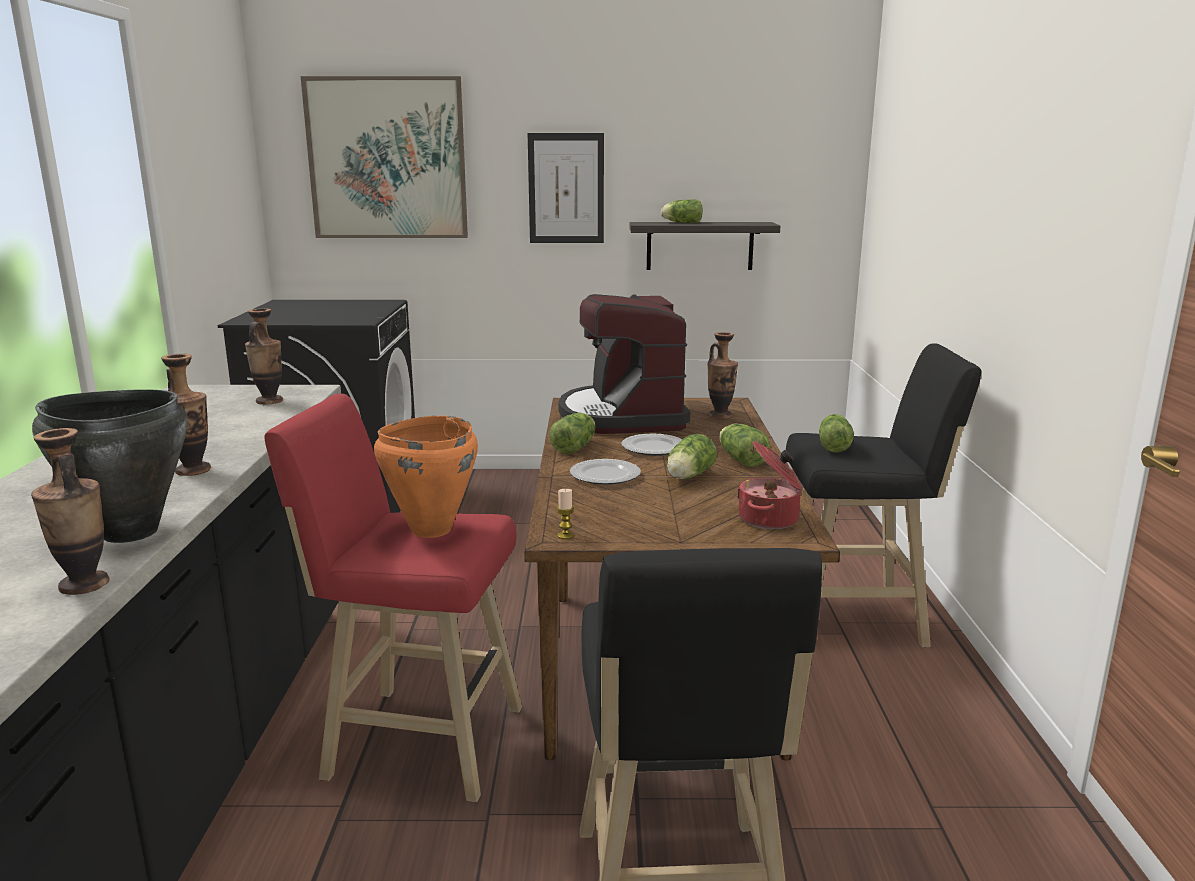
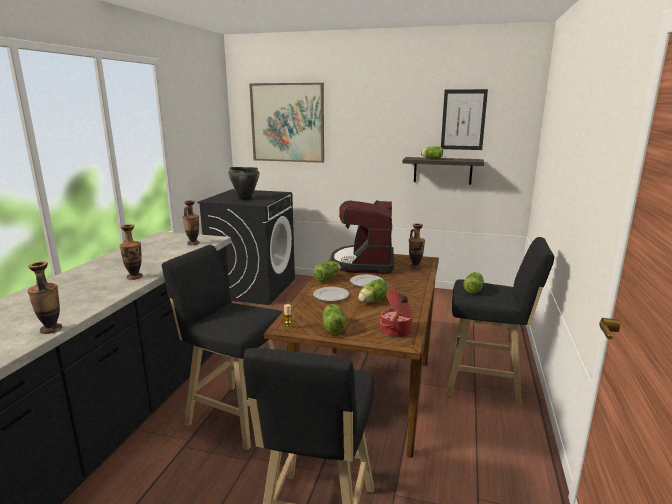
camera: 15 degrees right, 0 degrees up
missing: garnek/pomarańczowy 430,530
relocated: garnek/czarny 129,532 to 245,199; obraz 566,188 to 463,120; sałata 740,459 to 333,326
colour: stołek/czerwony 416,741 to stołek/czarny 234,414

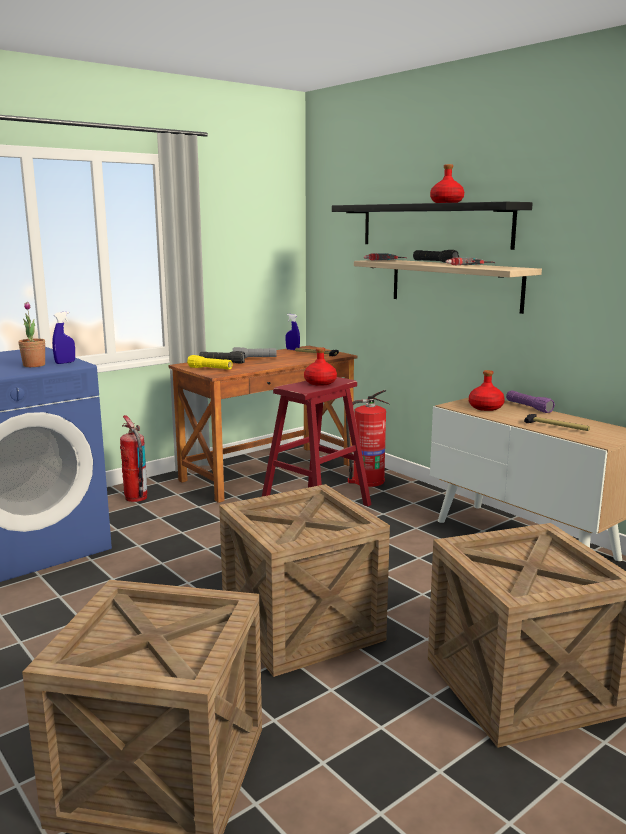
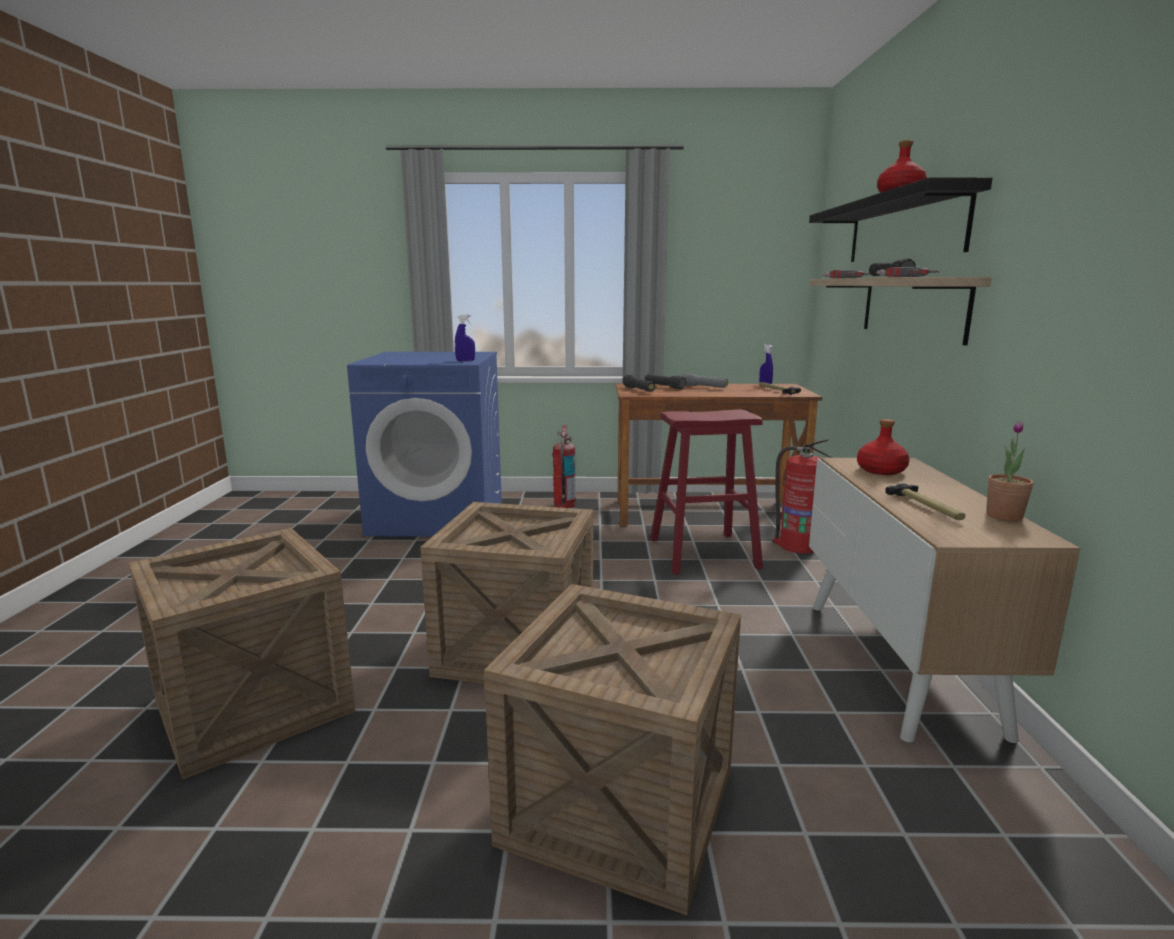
camera: 40 degrees right, 0 degrees up
missing: butelka/czerwony 320,383; latarka/fioletowy 528,407
relocated: roślina doniczkowa 34,365 to 1004,516
colour: latarka/żółty 210,369 to latarka/czarny 638,390

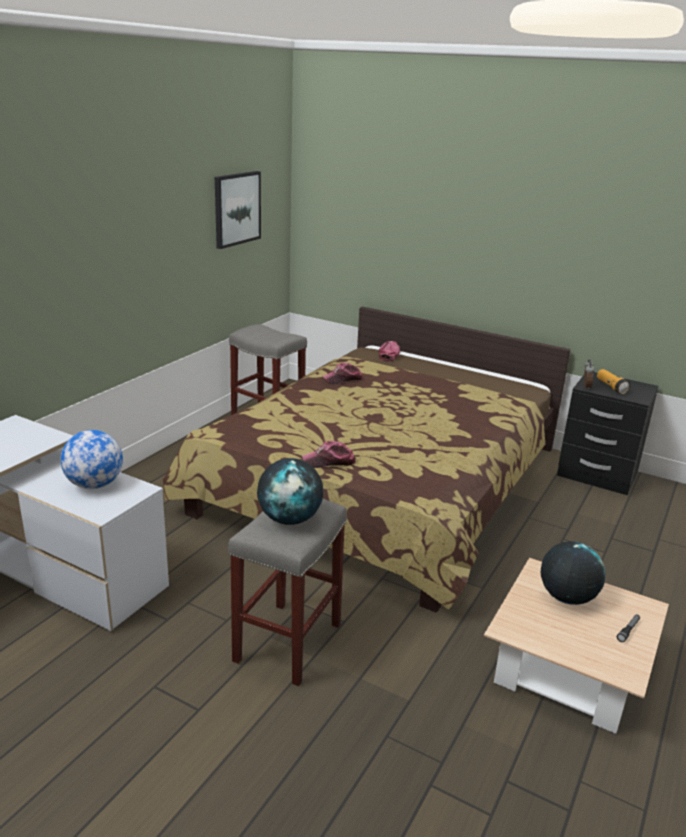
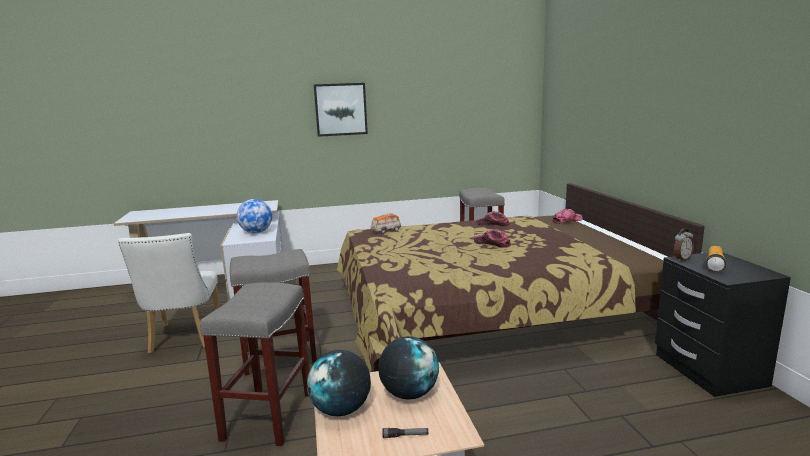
camera: 50 degrees right, 10 degrees down
appeared: krzesło/biały 184,339; stołek/szary 268,415; samochodzik 386,231
relocated: obraz 236,209 to 340,109; globus 290,519 to 341,410; czapka z daszkiem 329,461 to 492,243

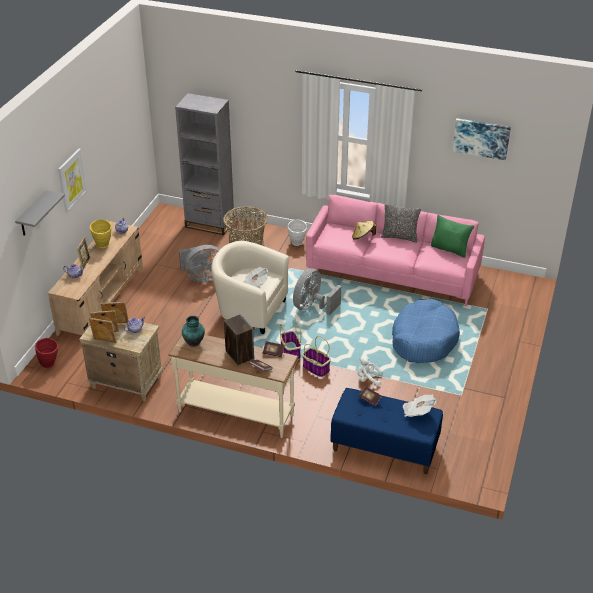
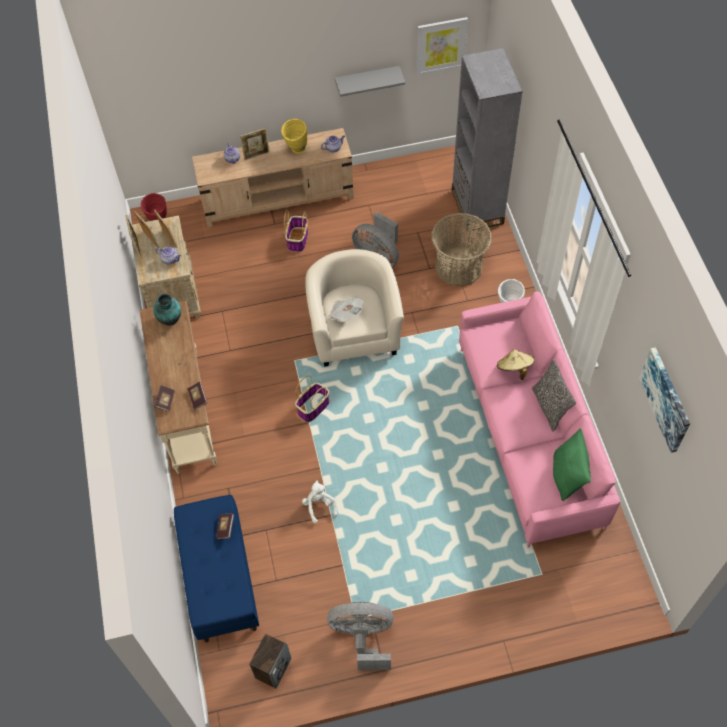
camera: 60 degrees right, 20 degrees up
missing: legowisko/niebieski 423,339; gazeta 417,411
relocated: półka/szary 32,214 to 367,81; obraz 72,180 to 441,45; głośnik 239,355 to 273,668; wentylator/szary 312,307 to 363,637; koszyk 315,368 to 297,239

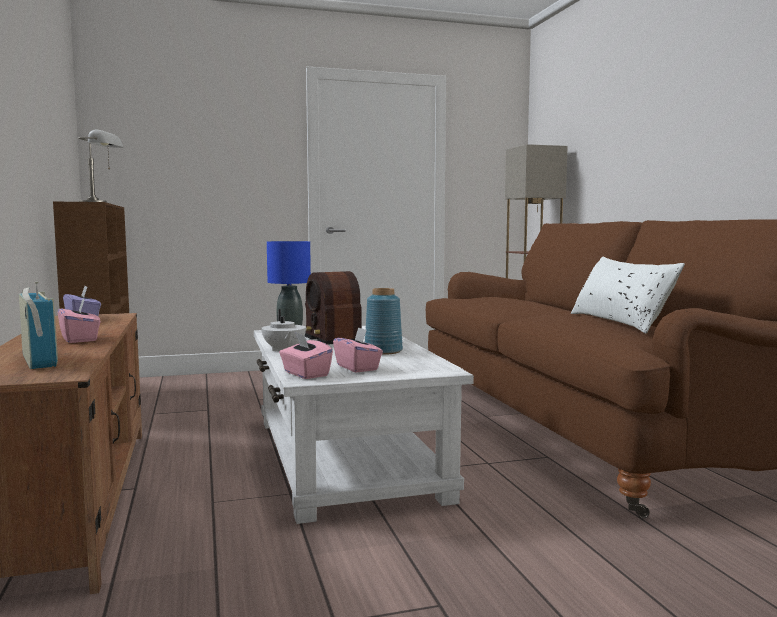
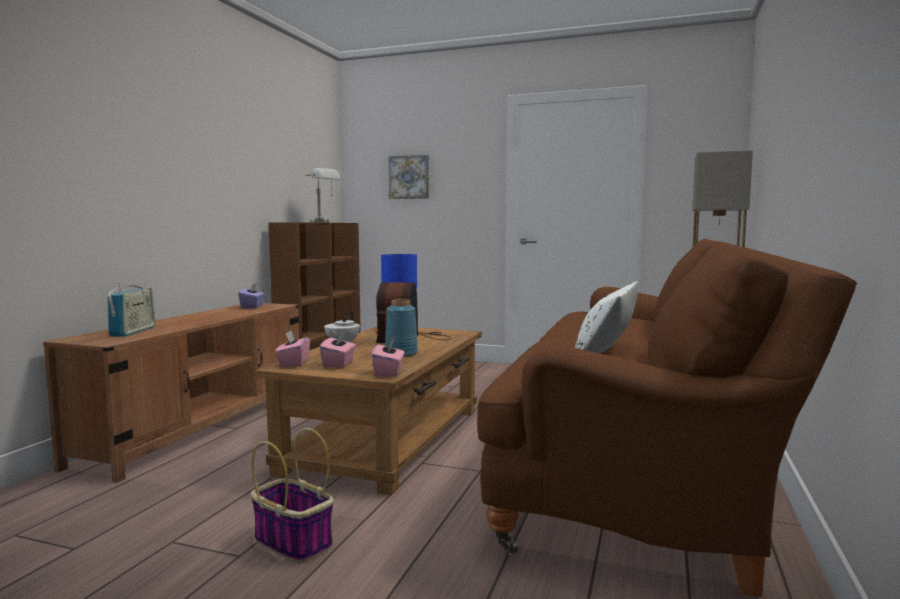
camera: 35 degrees right, 0 degrees up
appeared: koszyk 292,542; obraz 409,177
relocated: pudełko chusteczek/różowy 80,339 to 389,372
colour: ława/biały 345,457 to ława/brązowy 386,439

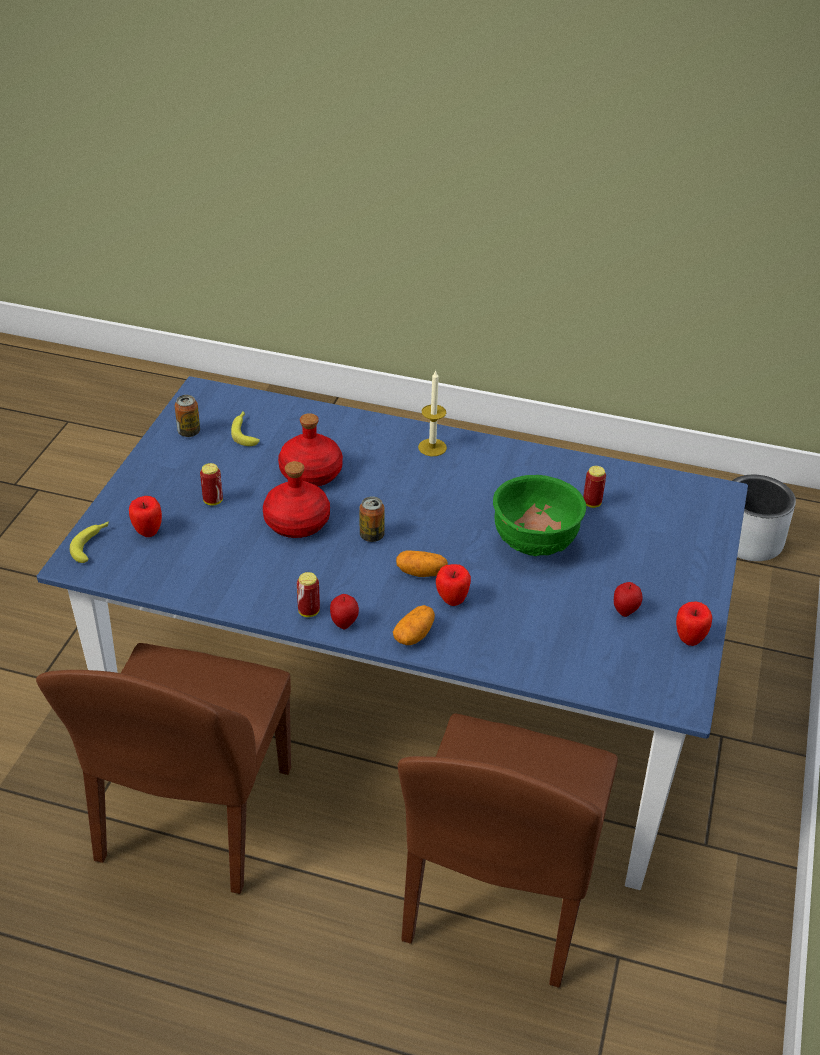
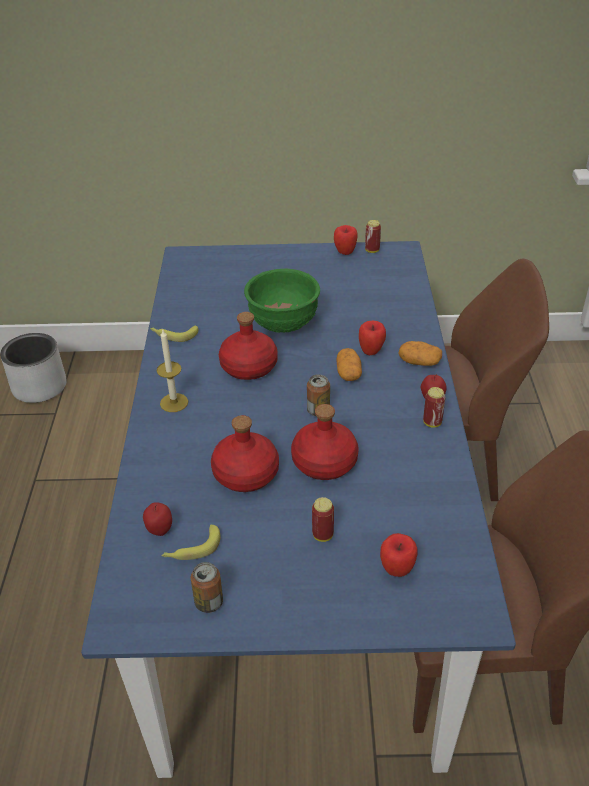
camera: 105 degrees left, 0 degrees up
appeared: butelka/czerwony 248,366
relocated: banan 92,544 to 173,335; puszka 592,503 to 372,250; jabłko 625,611 to 160,530

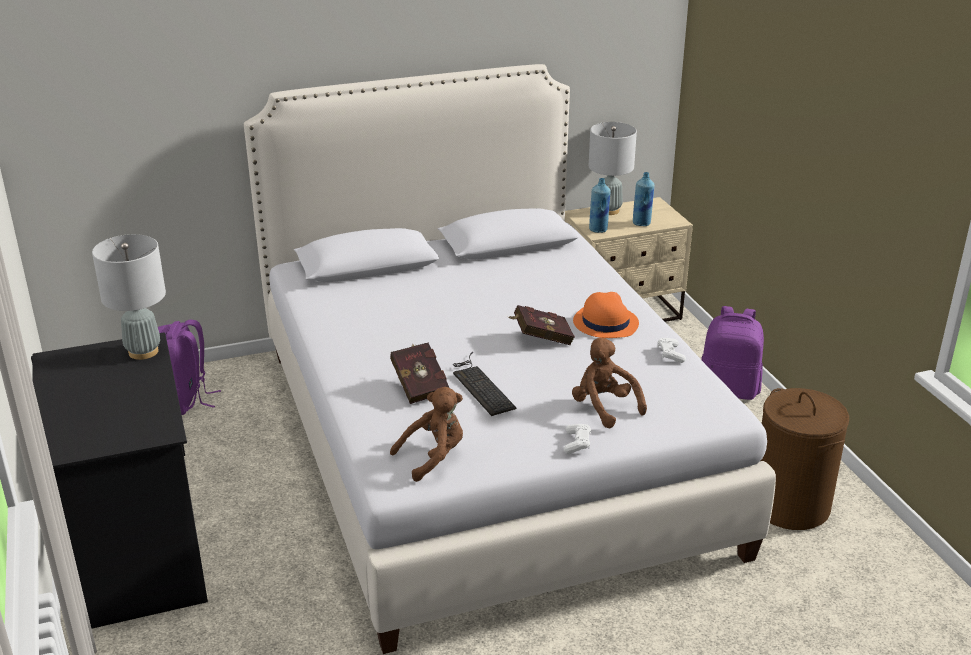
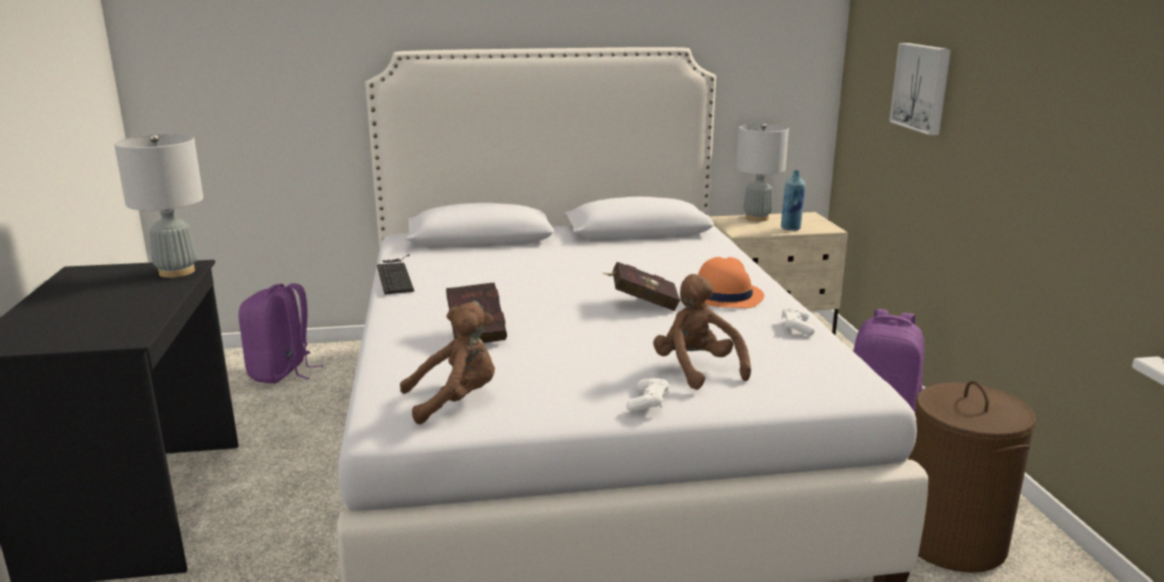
camera: 10 degrees right, 10 degrees down
missing: butelka/niebieski 598,230
appeared: obraz 923,87
relocated: klawiatura 480,385 to 395,275

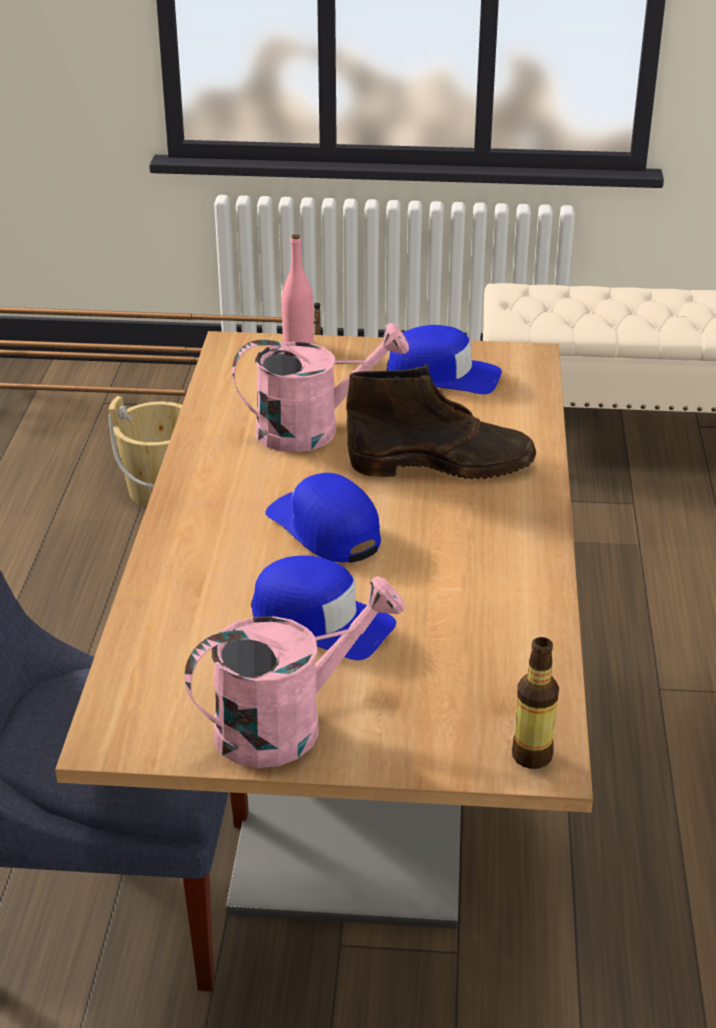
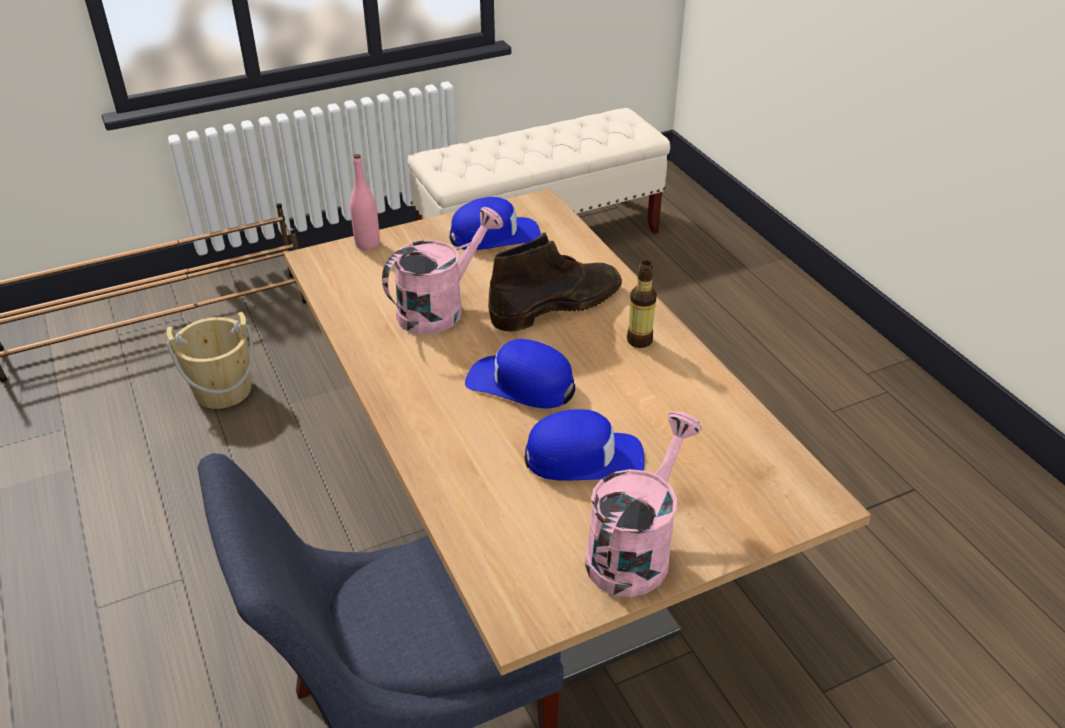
camera: 30 degrees left, 5 degrees up
relocated: butelka 532,755 to 639,340

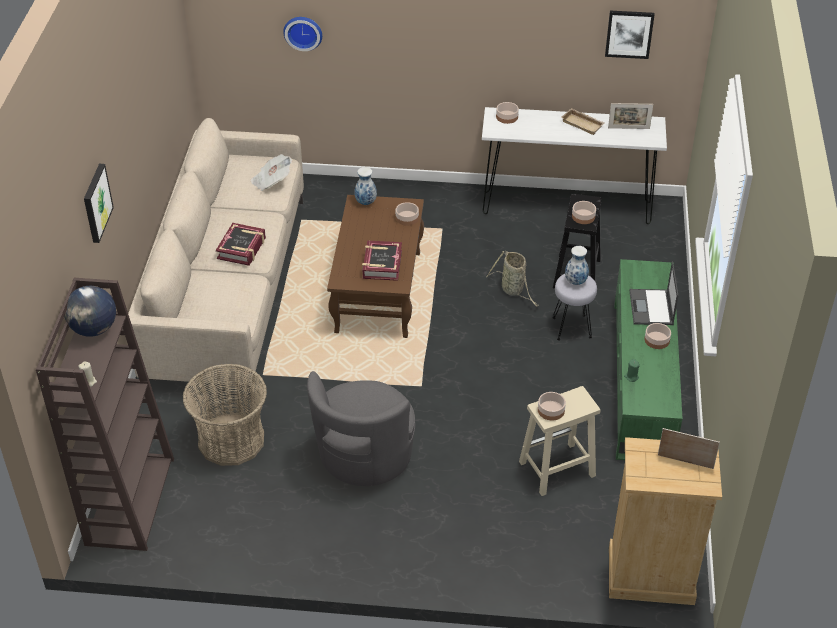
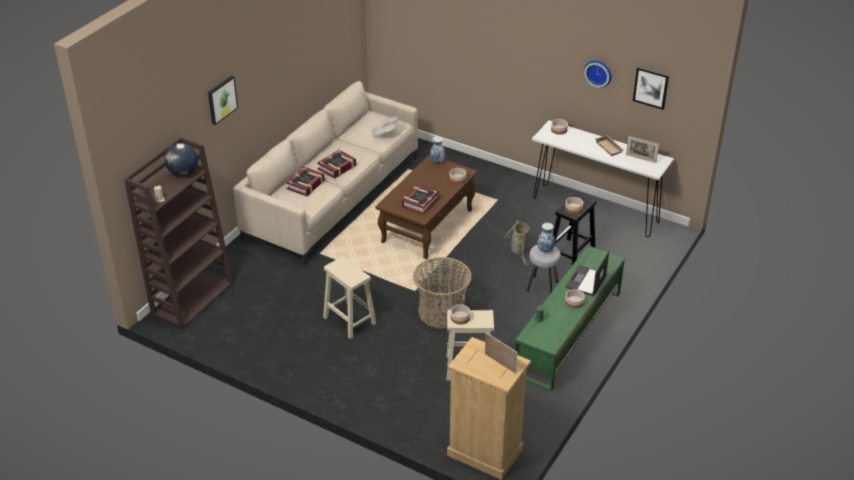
camera: 25 degrees right, 5 degrees down
appeared: książka 306,185
relocated: koszyk 231,440 to 441,312; zegar ścienny 303,32 to 598,72
exchanged: fotel/szary 364,456 to stołek/beżowy 349,320

